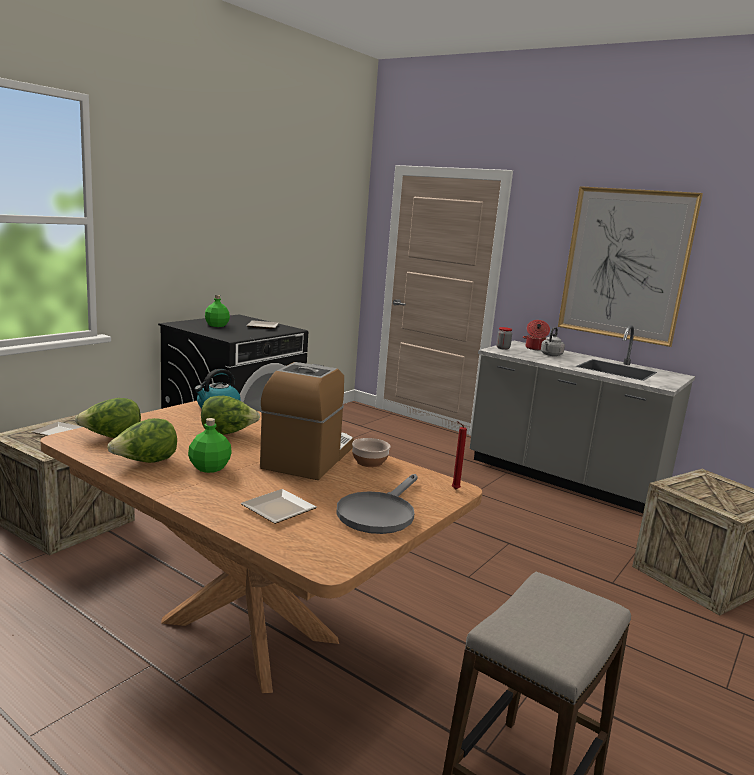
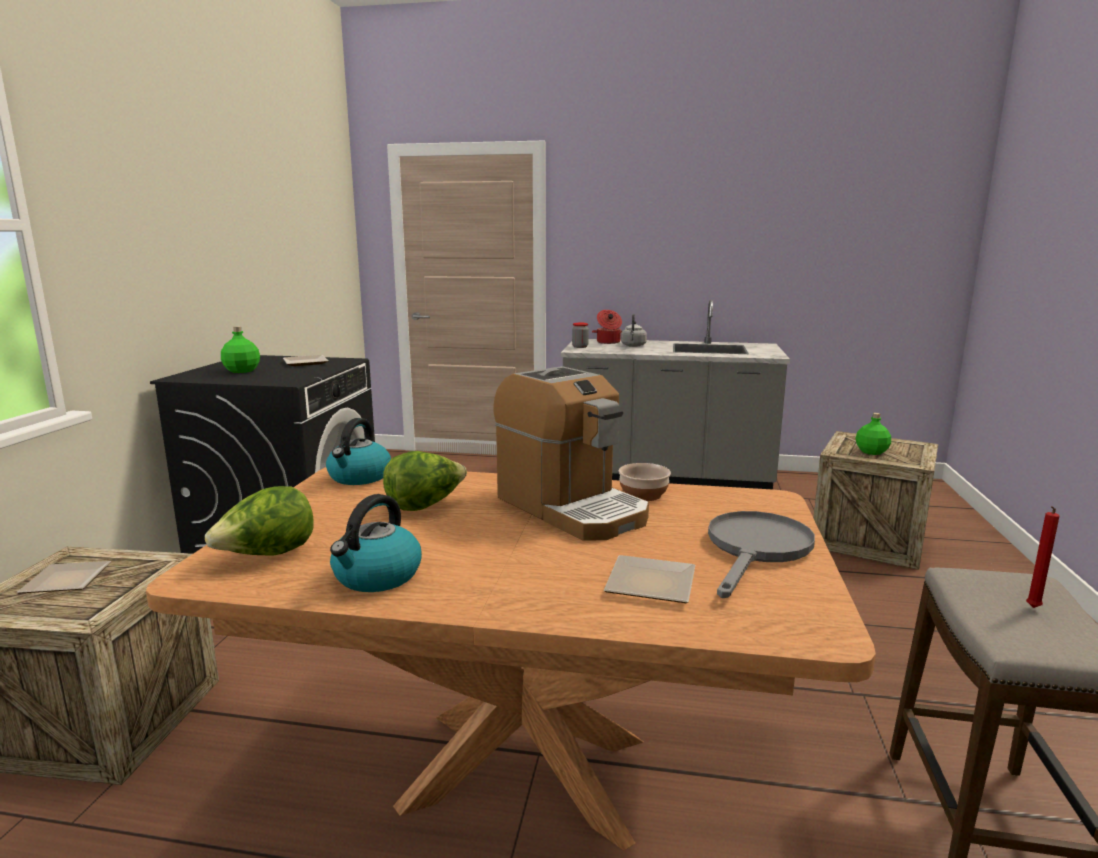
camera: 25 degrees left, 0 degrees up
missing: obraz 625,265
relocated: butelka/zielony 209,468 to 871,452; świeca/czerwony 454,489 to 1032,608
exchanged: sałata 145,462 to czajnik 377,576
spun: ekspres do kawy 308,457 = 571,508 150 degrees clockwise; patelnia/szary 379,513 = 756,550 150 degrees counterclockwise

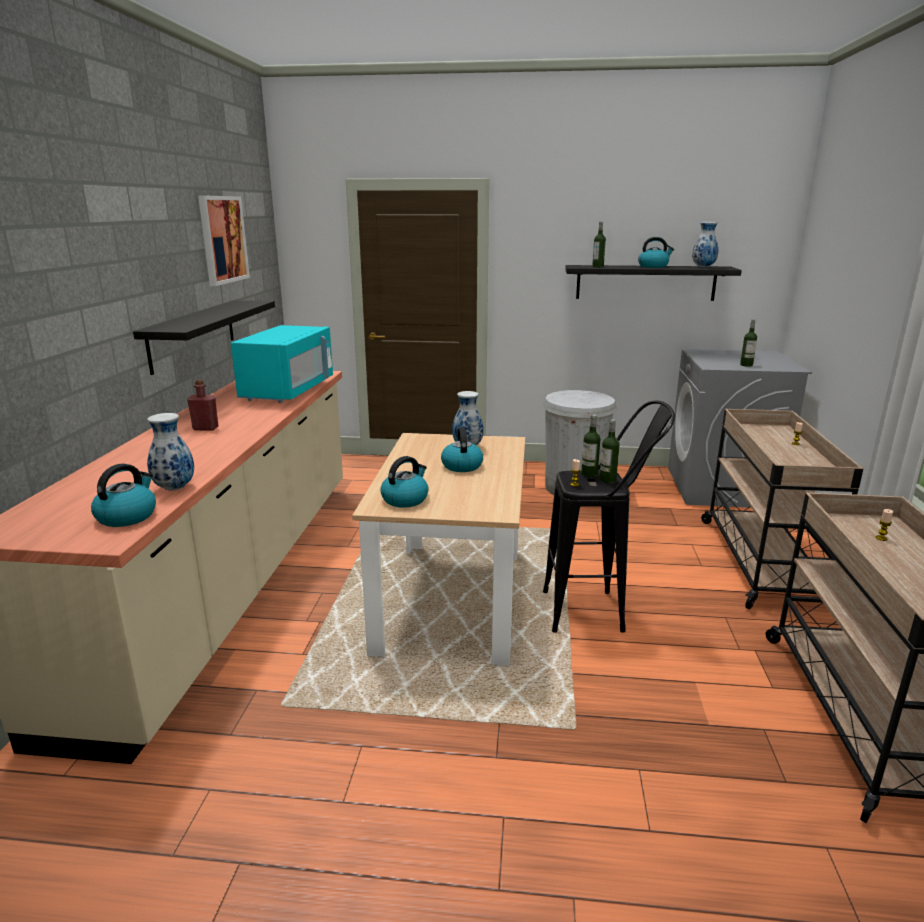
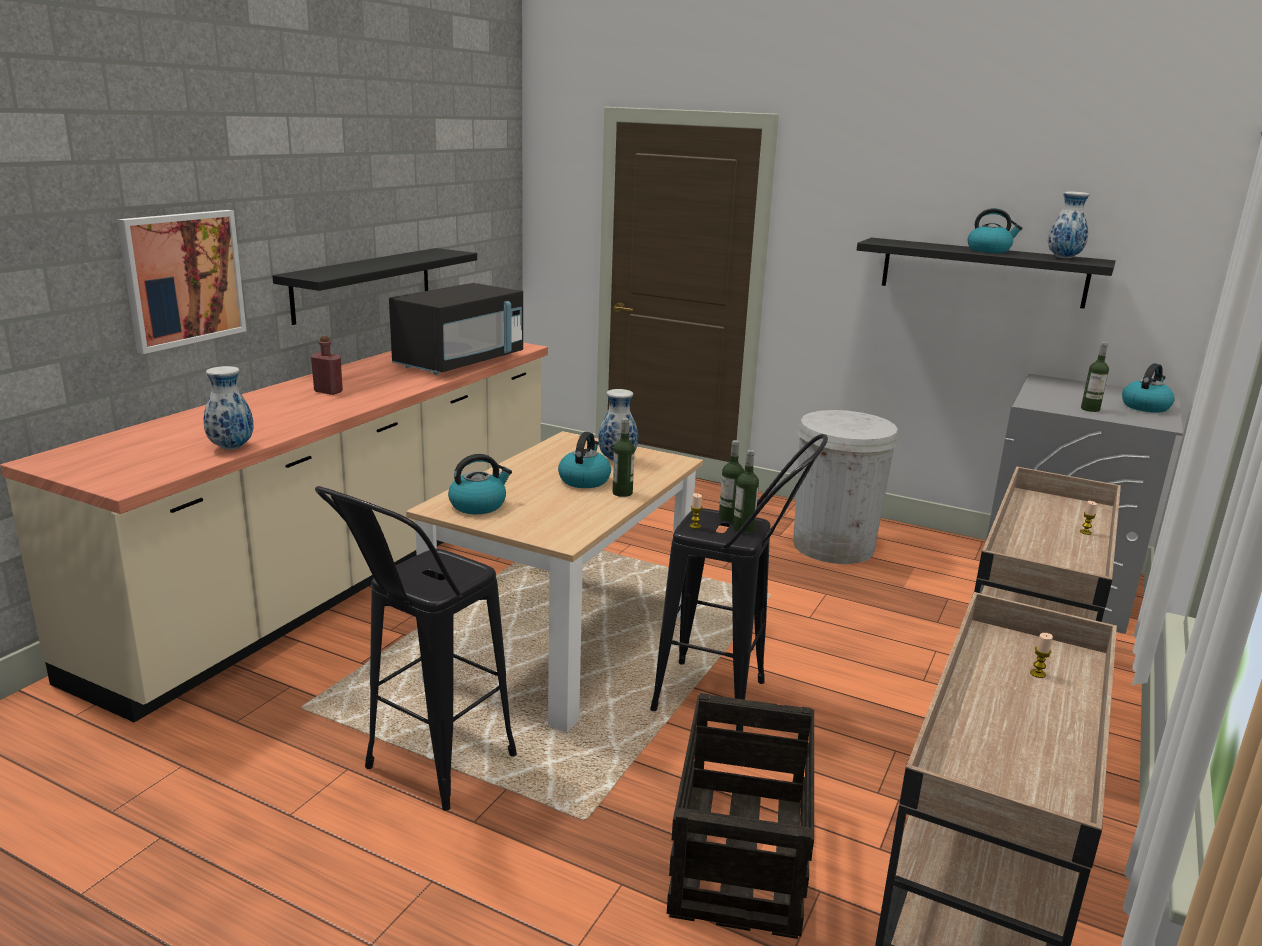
camera: 20 degrees right, 0 degrees up
appeared: stołek/czarny 425,773; skrzynka 741,853
relocated: czajnik 127,516 to 1145,407; obraz 223,239 to 183,279; butelka 598,267 to 622,493
colour: mikrofalówka/turkusowy 289,391 to mikrofalówka/czarny 460,362

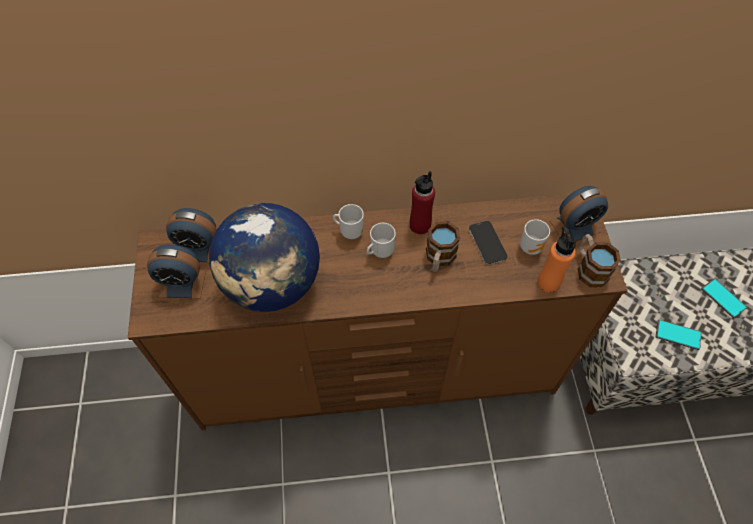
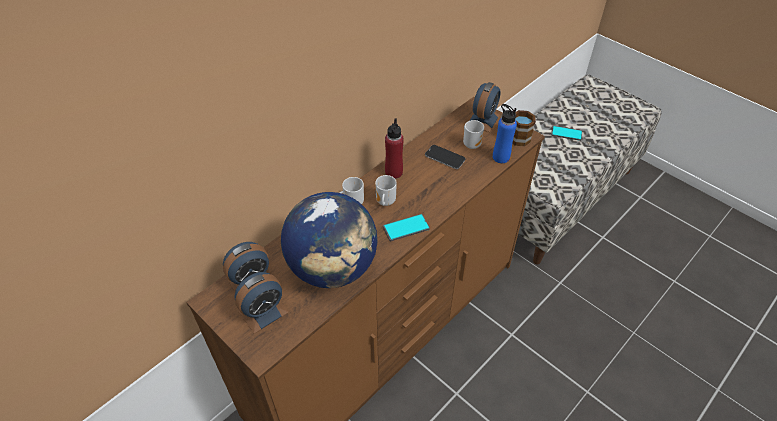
camera: 40 degrees left, 10 degrees down
missing: kubek 439,259
relocated: telefon 678,335 to 406,228
colour: butelka/pomarańczowy 548,282 to butelka/niebieski 500,157

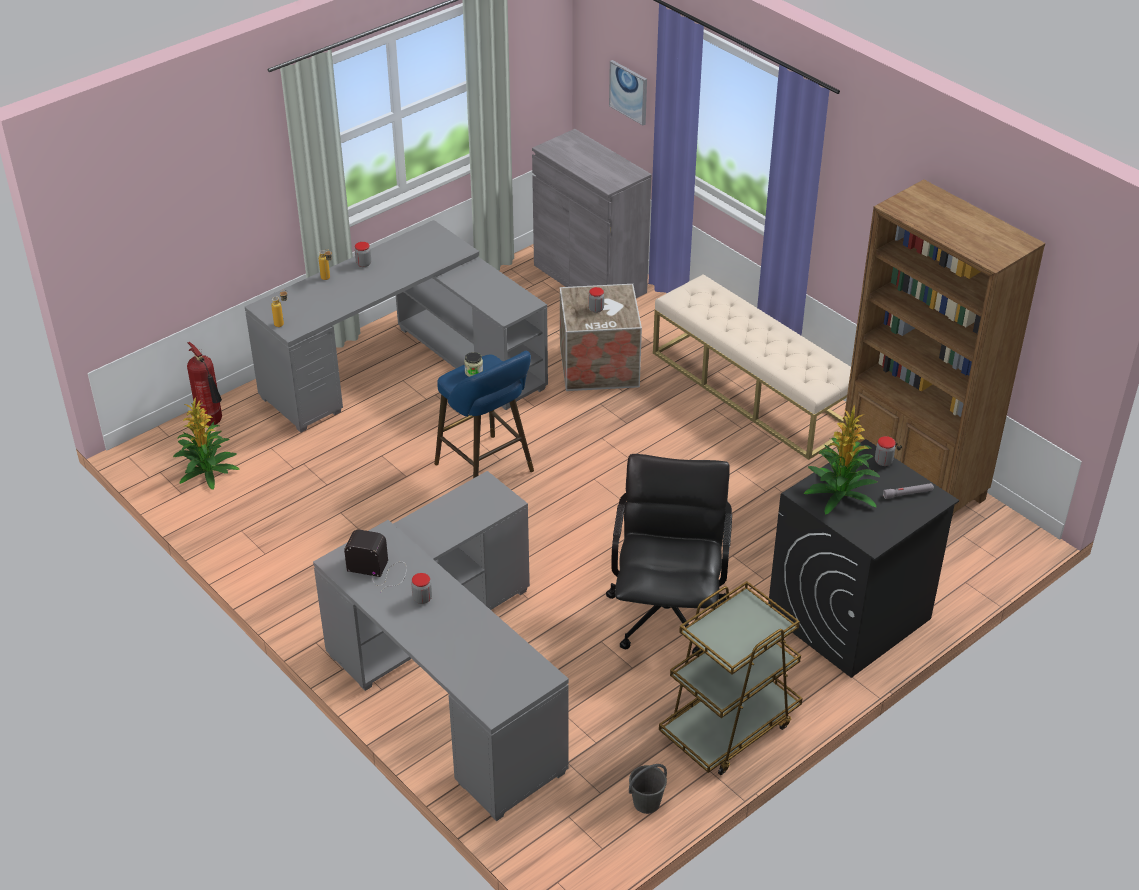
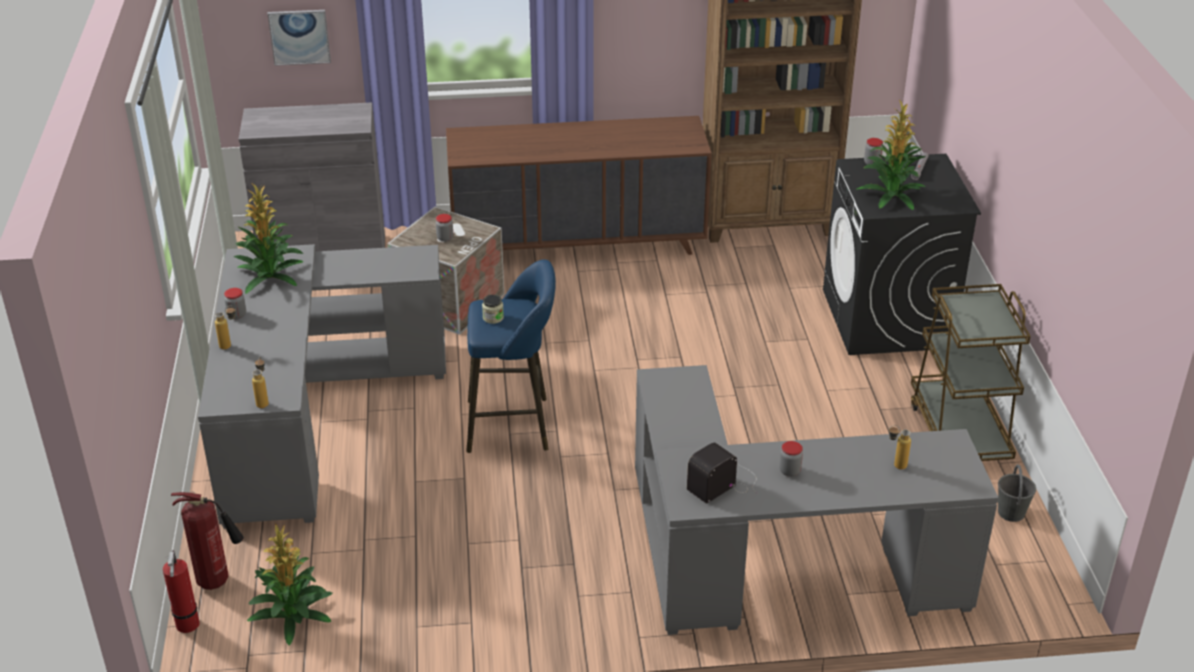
camera: 55 degrees left, 5 degrees down
missing: krzesło biurowe/czarny 667,614
appeared: gaśnica 187,626; roślina doniczkowa 270,276; butelka 895,466
exchanged: ławka/beżowy 752,390 to komoda/brązowy 578,243

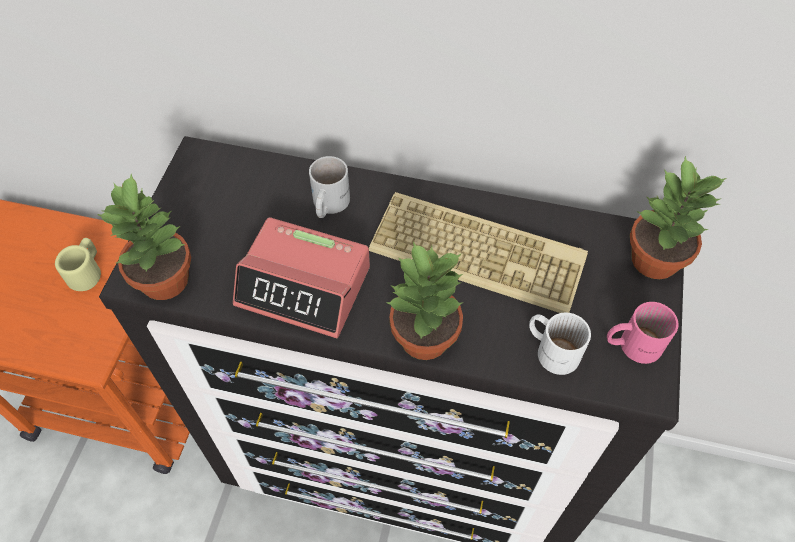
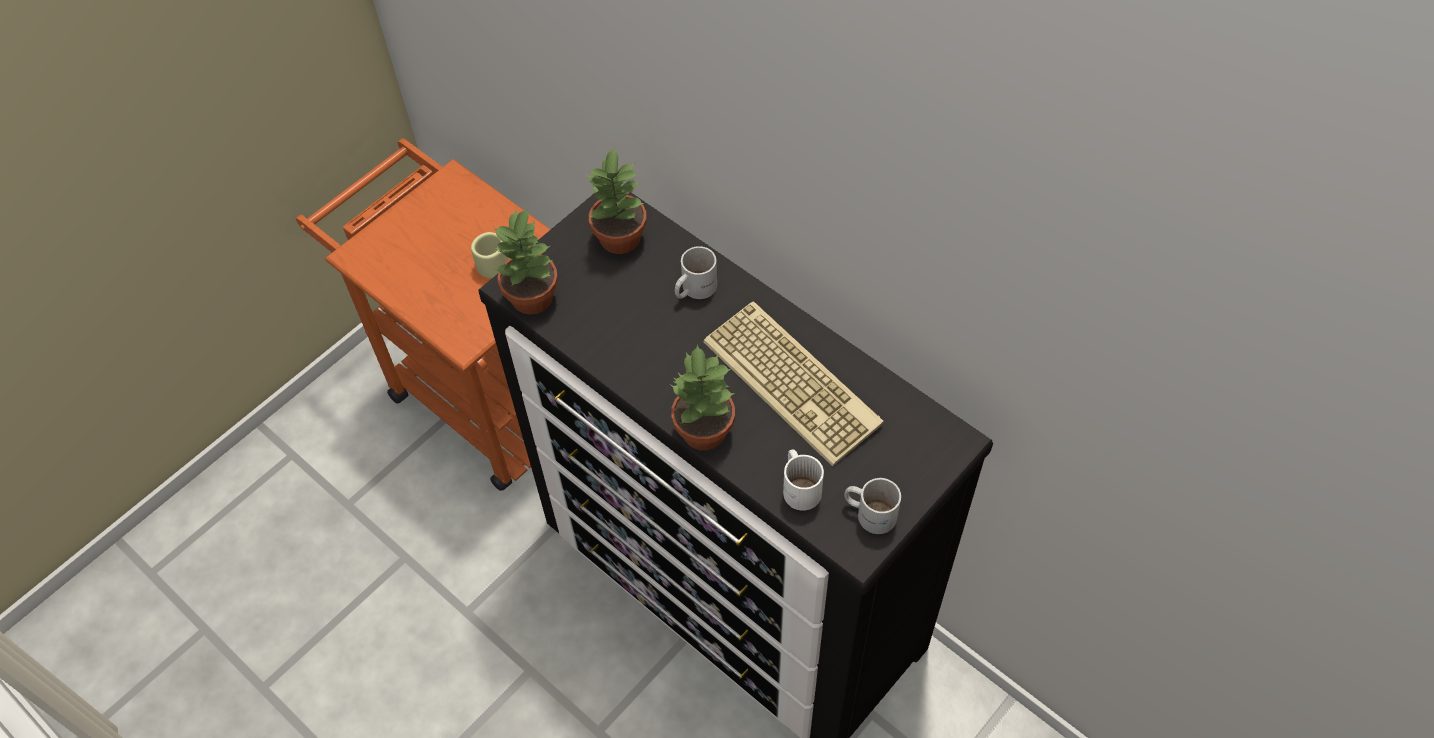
camera: 30 degrees right, 0 degrees up
missing: budzik 304,286
relocated: roślina doniczkowa 654,261 to 619,239
colour: kubek/różowy 632,343 to kubek/biały 870,512

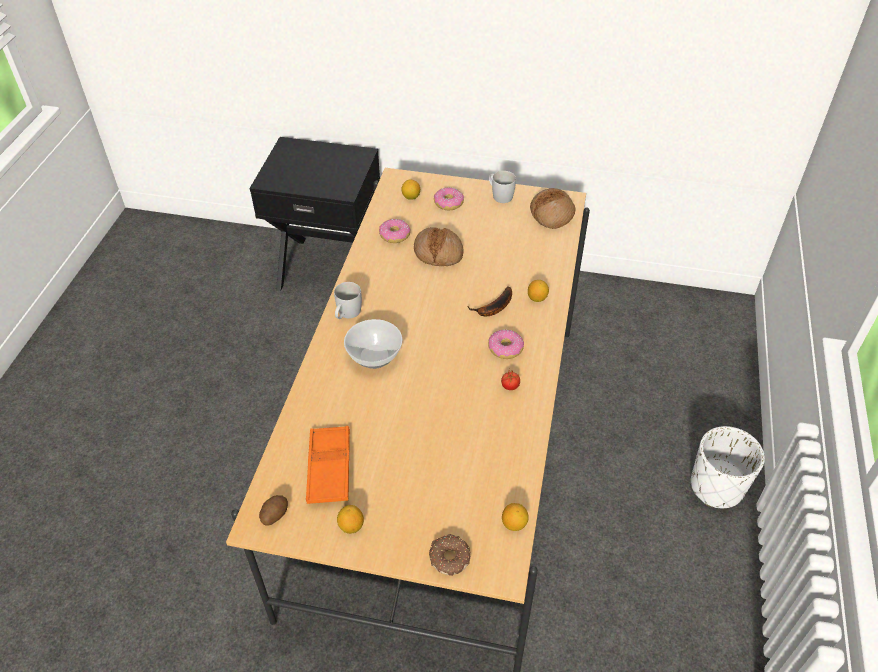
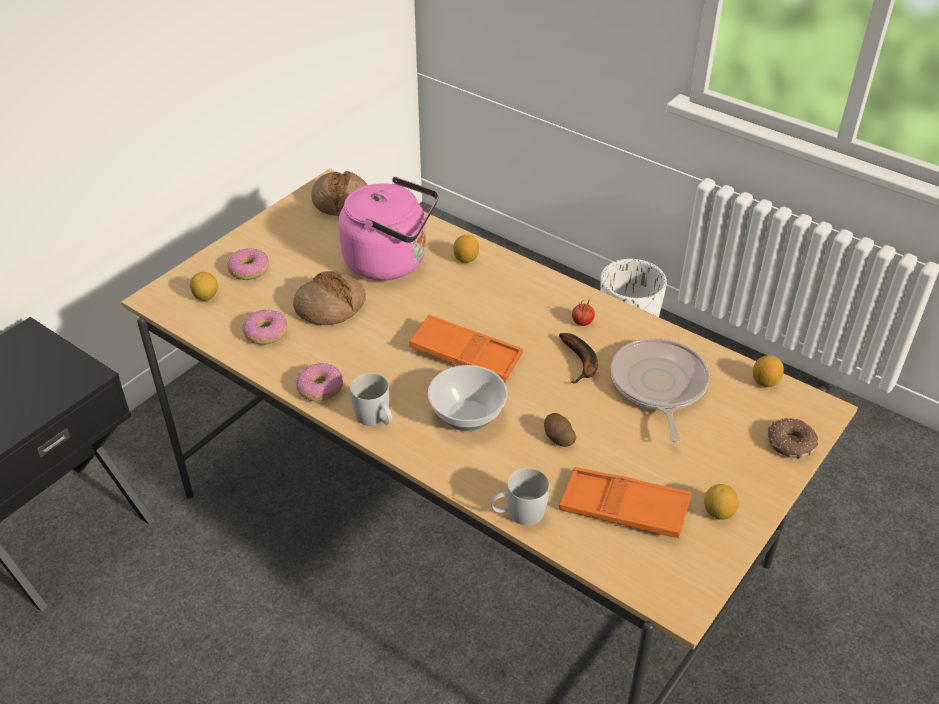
camera: 65 degrees left, 5 degrees down
appeared: czajnik/różowy 391,262; taca/pomarańczowy 466,355; patelnia 658,386
relocated: ziemniak 274,514 to 558,438; banan 493,308 to 581,362; donut 505,348 to 320,389; kubek/biały 499,195 to 518,514

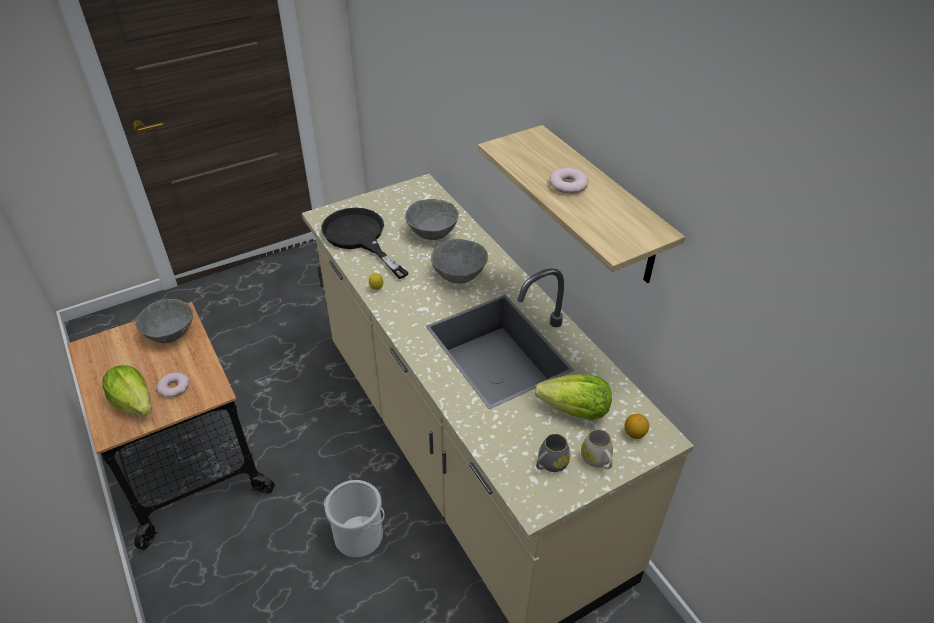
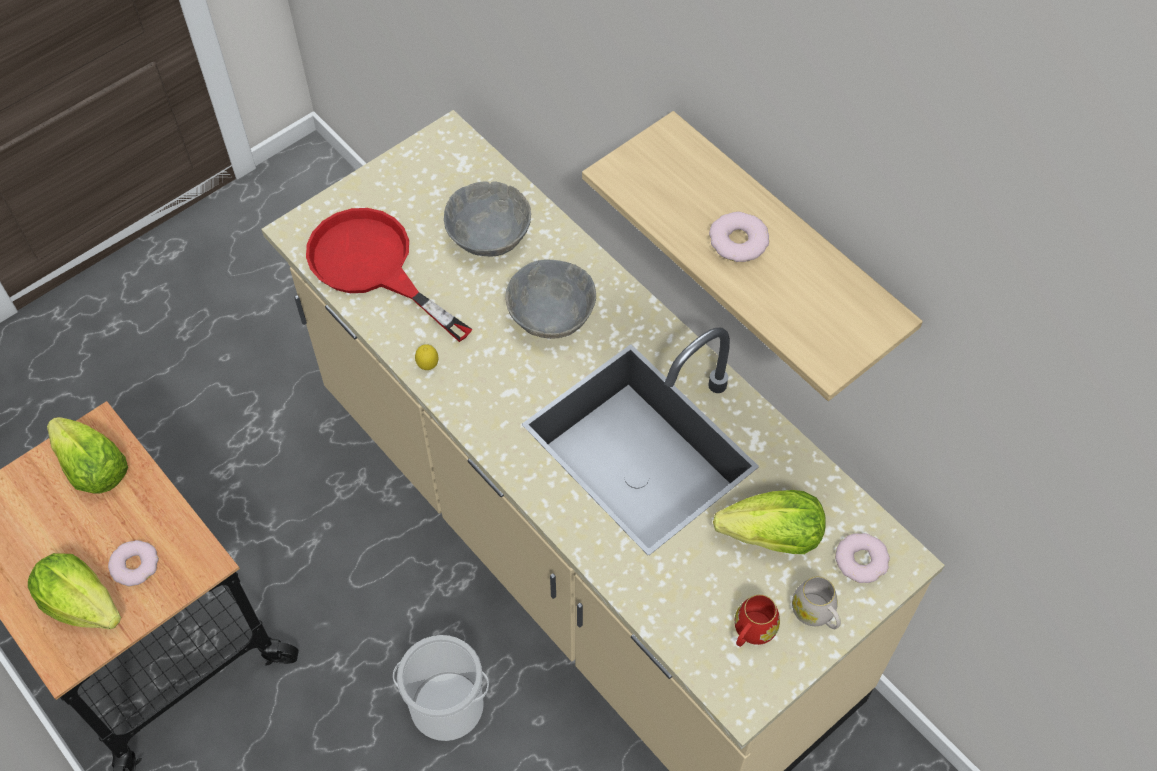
camera: 10 degrees left, 15 degrees up
exchanged: miska/szary 170,334 to sałata 93,469; cytryna 634,433 to donut 861,560
colour: patelnia/czarny 359,238 to patelnia/czerwony 373,267; kubek/szary 550,464 to kubek/czerwony 751,631

